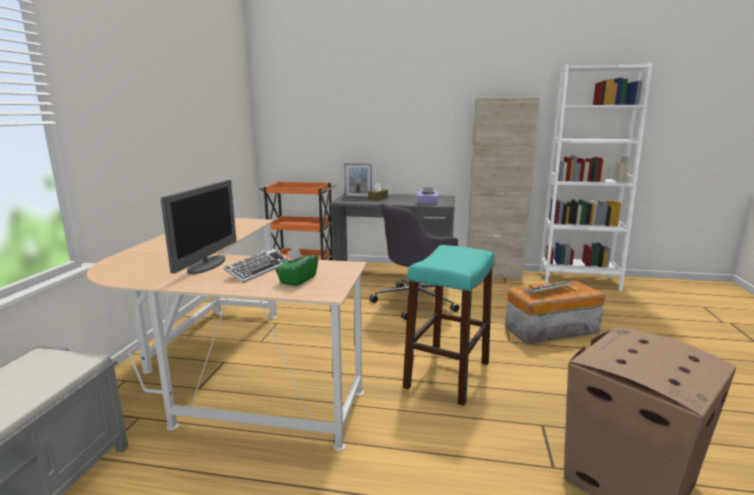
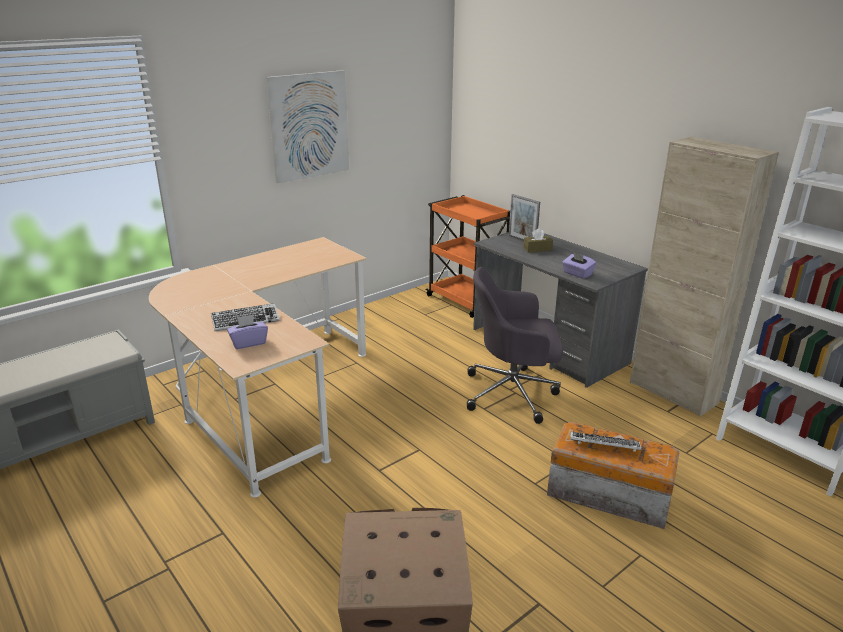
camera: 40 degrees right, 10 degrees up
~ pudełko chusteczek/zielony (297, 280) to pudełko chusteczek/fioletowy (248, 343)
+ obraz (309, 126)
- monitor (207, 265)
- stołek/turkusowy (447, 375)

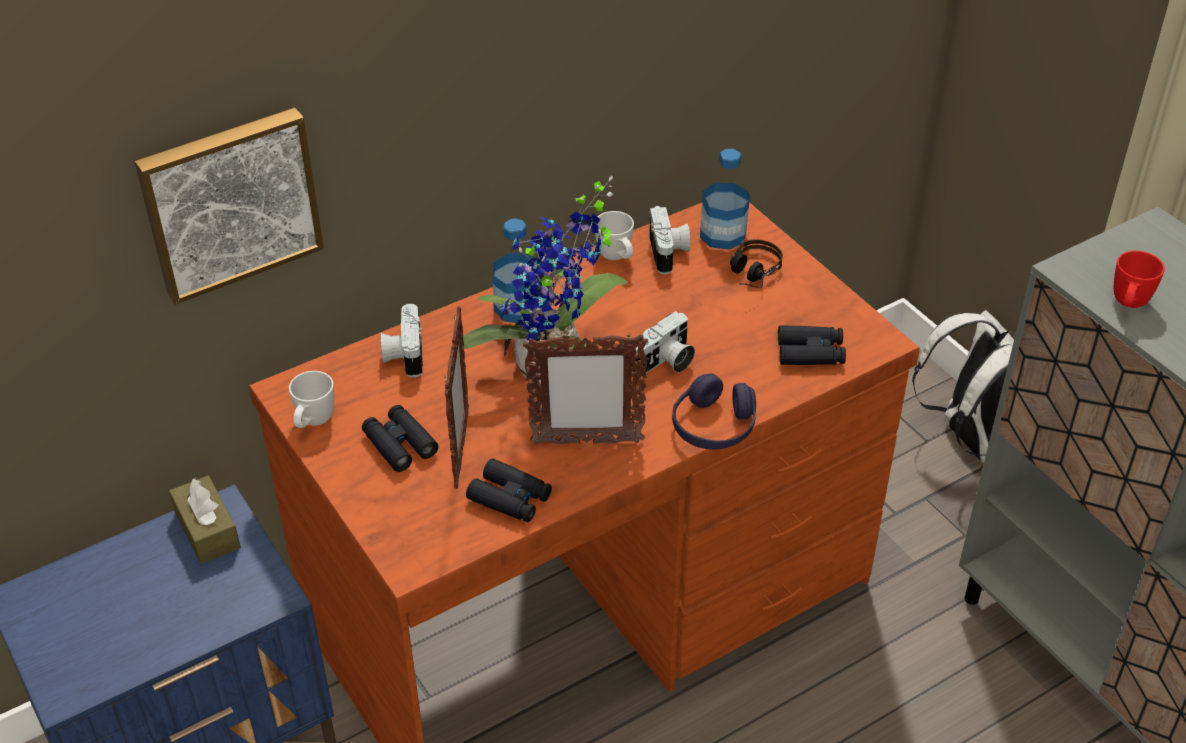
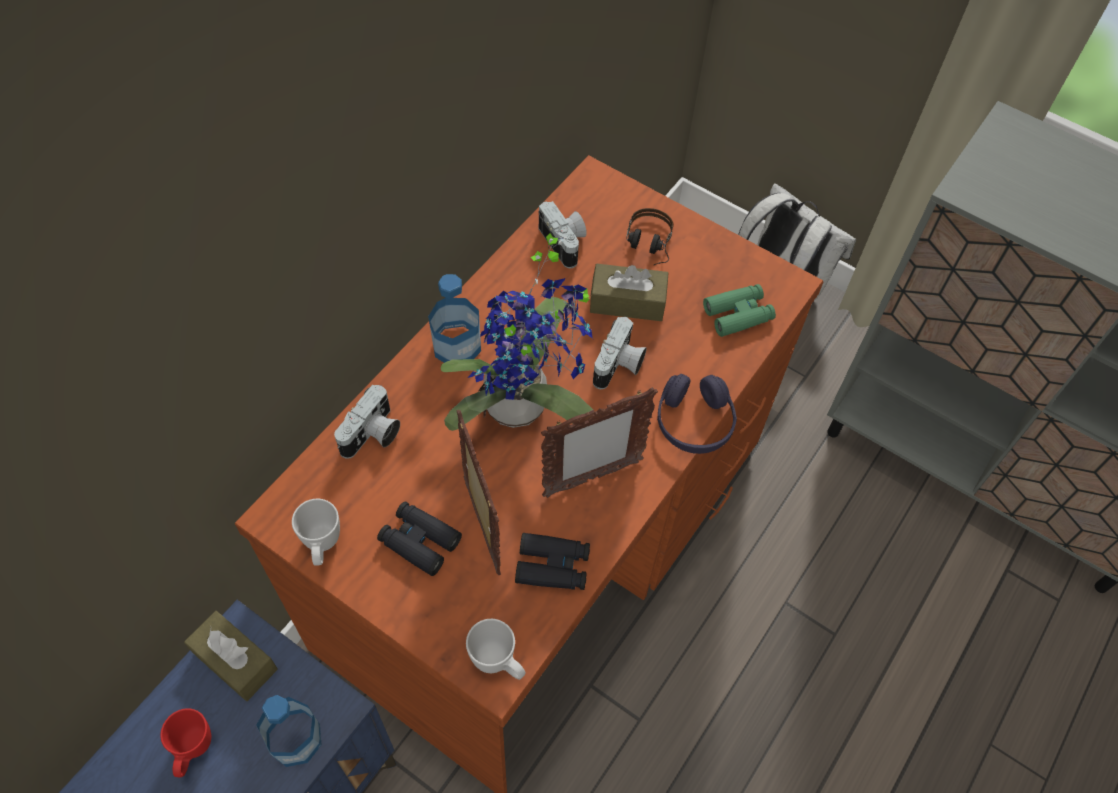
camera: 25 degrees left, 15 degrees up
~ kubek/czerwony (1128, 305) to (193, 751)
~ butelka (723, 234) to (295, 739)
~ aparat fotograficzny (403, 354) = (372, 435) 120 degrees counterclockwise
~ kubek/biały (617, 258) to (498, 663)
+ pudełko chusteczek/brązowy (627, 302)
~ lornetka/czarny (810, 352) to lornetka/zielony (738, 314)
- obraz (230, 202)

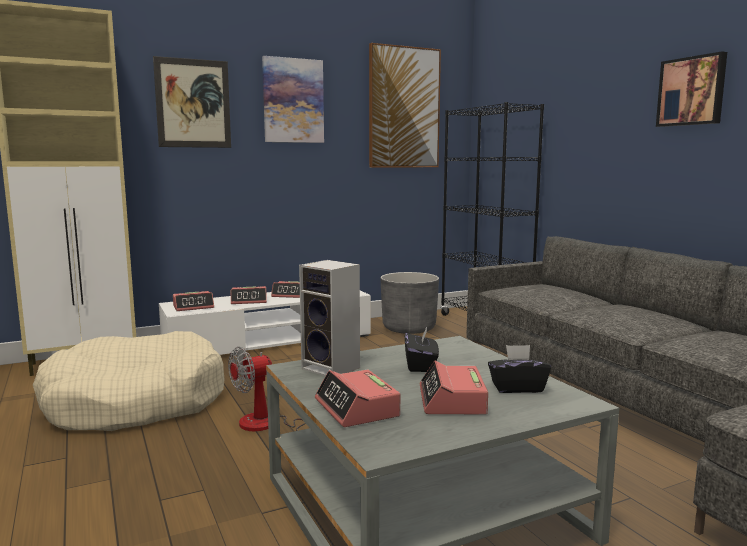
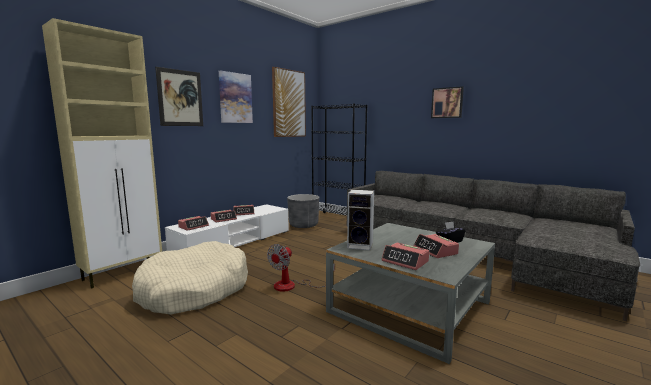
camera: 25 degrees left, 0 degrees up
- pudełko chusteczek/czarny (421, 365)

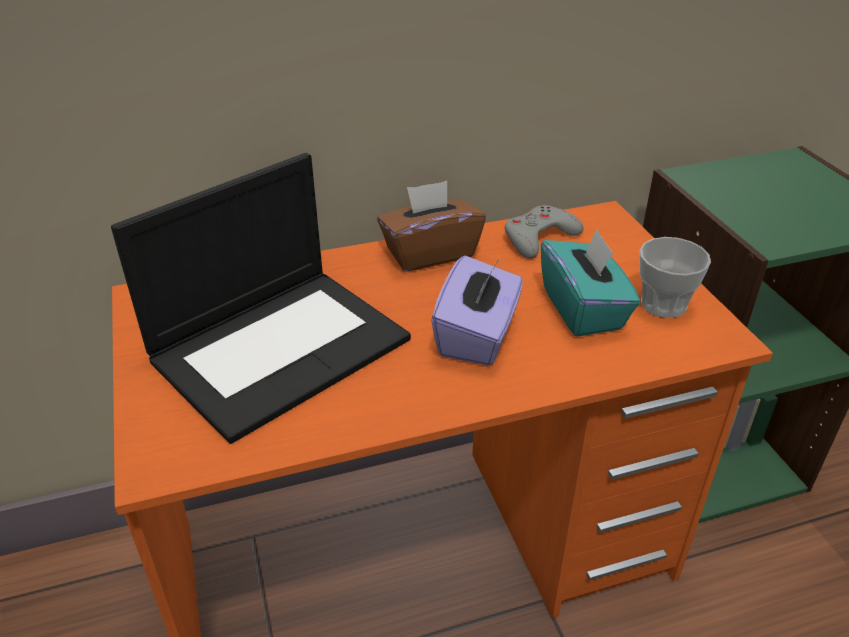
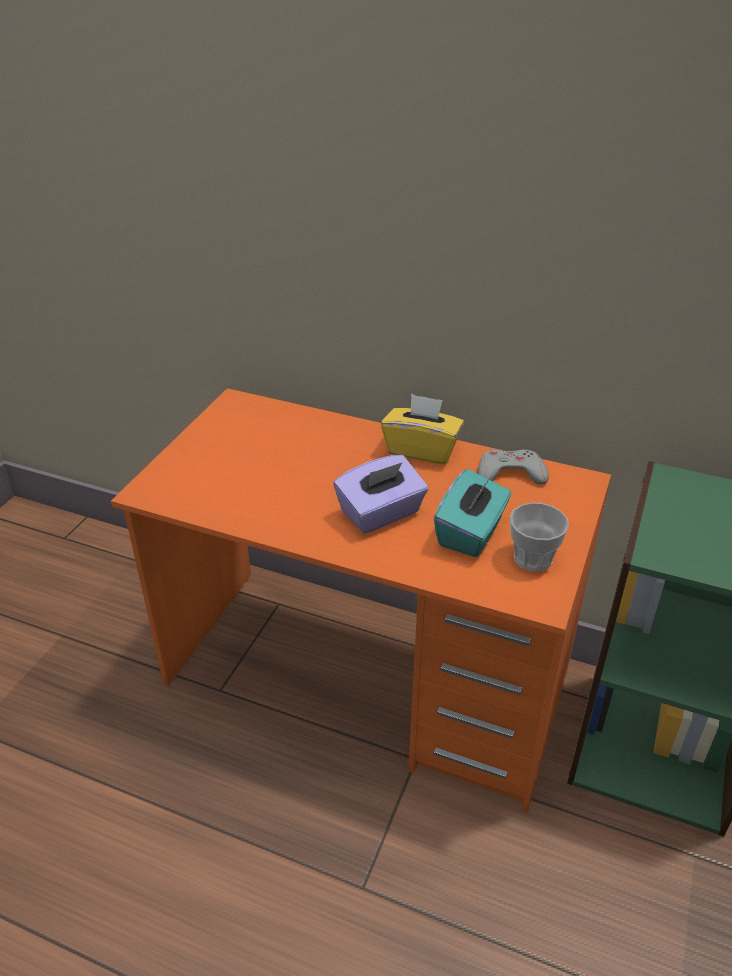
camera: 40 degrees right, 0 degrees up
~ pudełko chusteczek/brązowy (430, 253) to pudełko chusteczek/żółty (422, 450)
- laptop (281, 347)

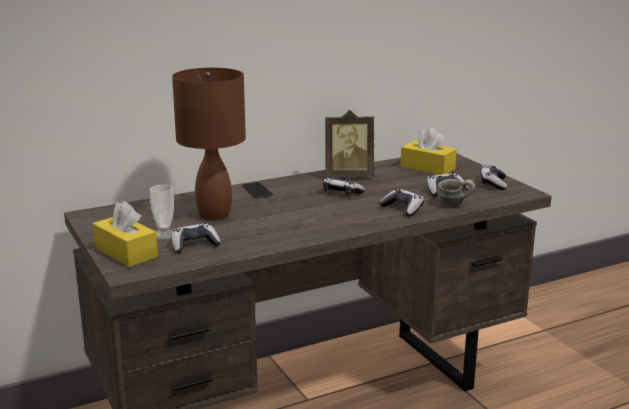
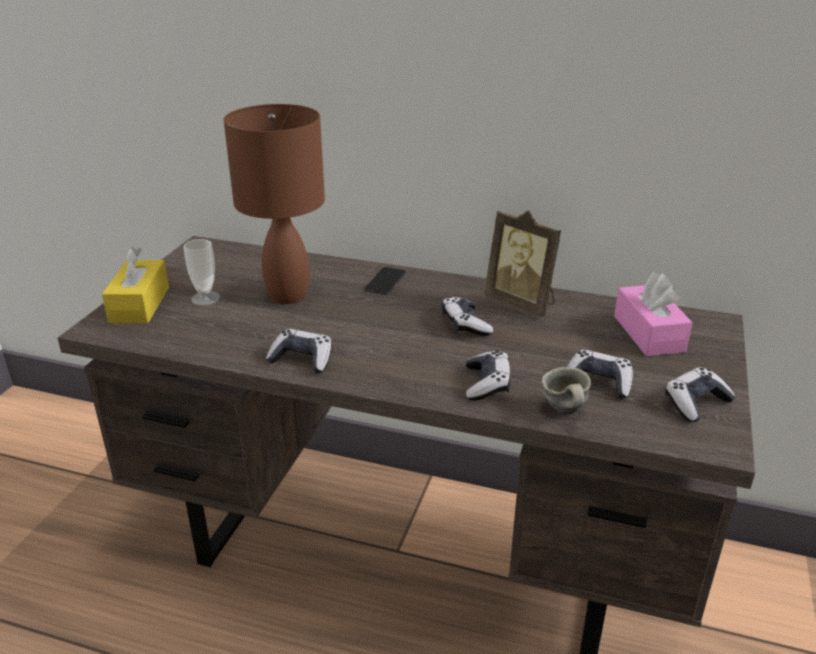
camera: 45 degrees right, 10 degrees up
~ pad do gier (194, 245) to (302, 359)
~ pudełko chusteczek/żółty (427, 168) to pudełko chusteczek/różowy (648, 334)

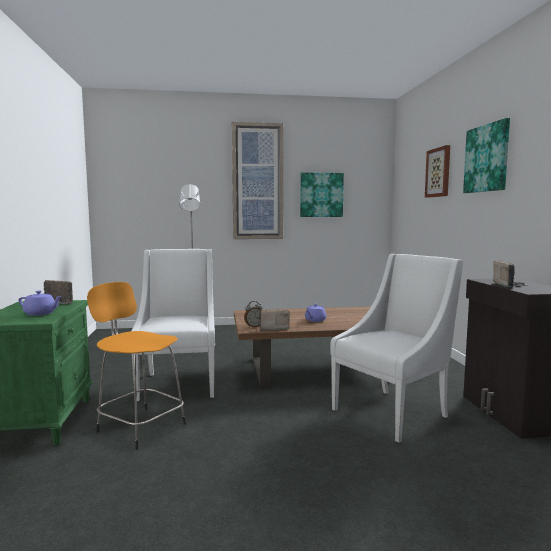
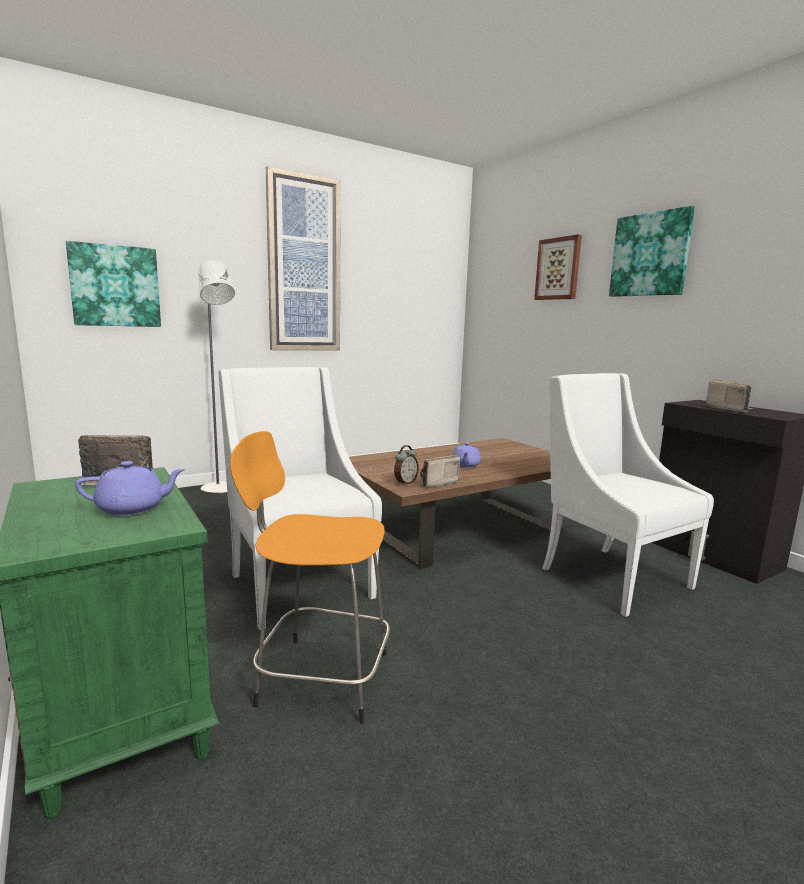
camera: 25 degrees left, 5 degrees up
~ obraz (321, 195) to (115, 286)
~ fotel/biały (392, 412) = (610, 576) 60 degrees counterclockwise

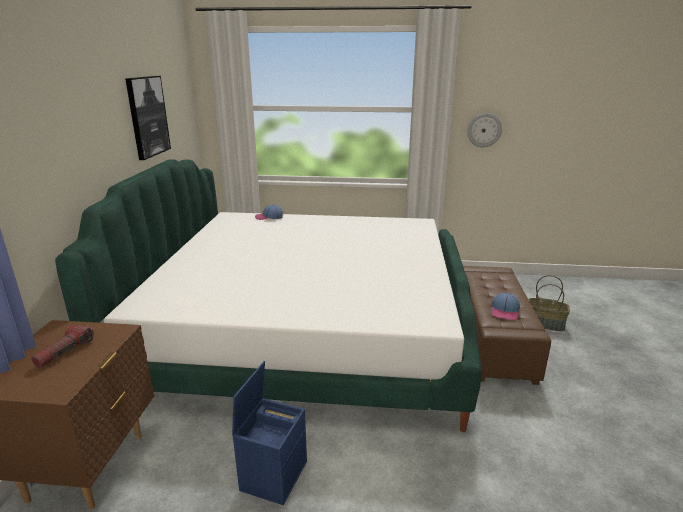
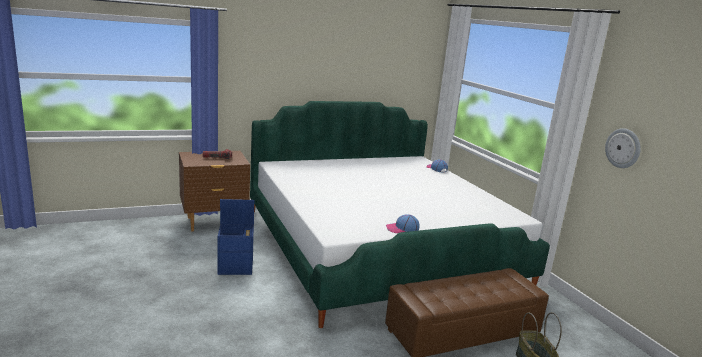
camera: 60 degrees right, 5 degrees down
~ czapka z daszkiem (505, 311) to (402, 229)
- obraz (147, 116)

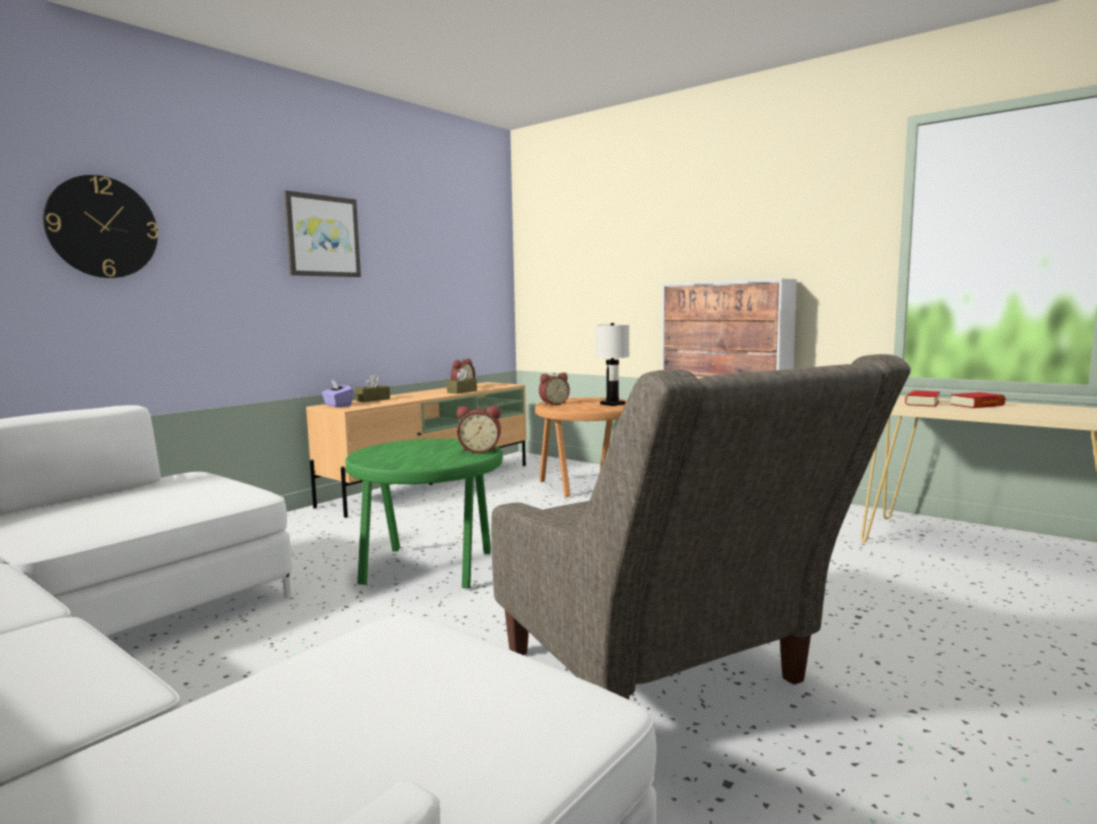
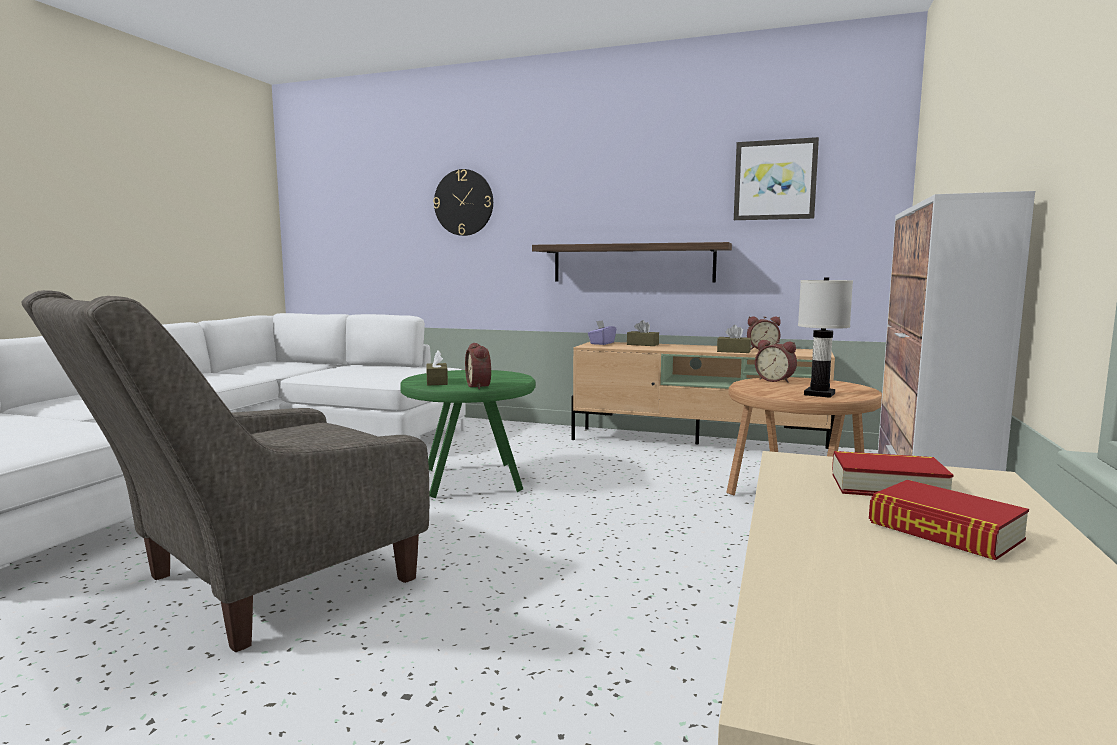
camera: 70 degrees right, 0 degrees up
+ pudełko chusteczek/brązowy (437, 382)
+ półka (632, 263)
~ obraz (322, 236) to (775, 180)

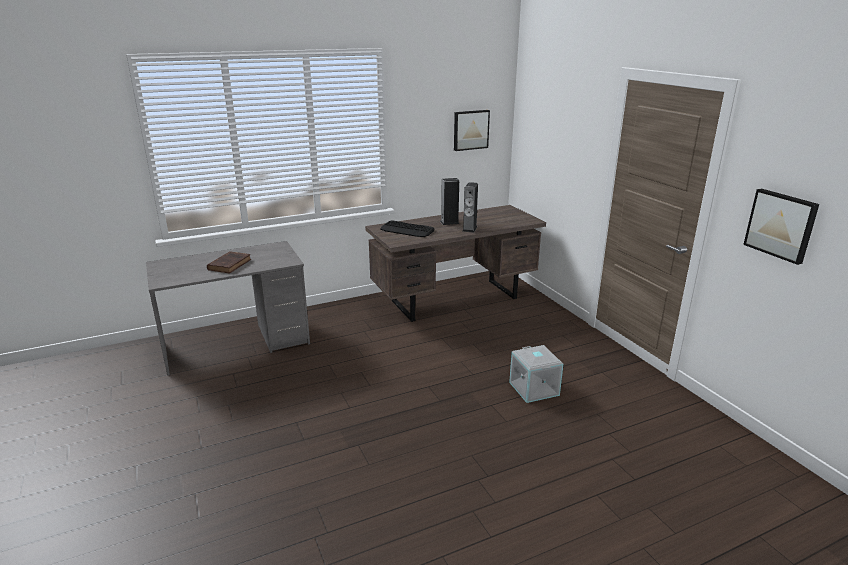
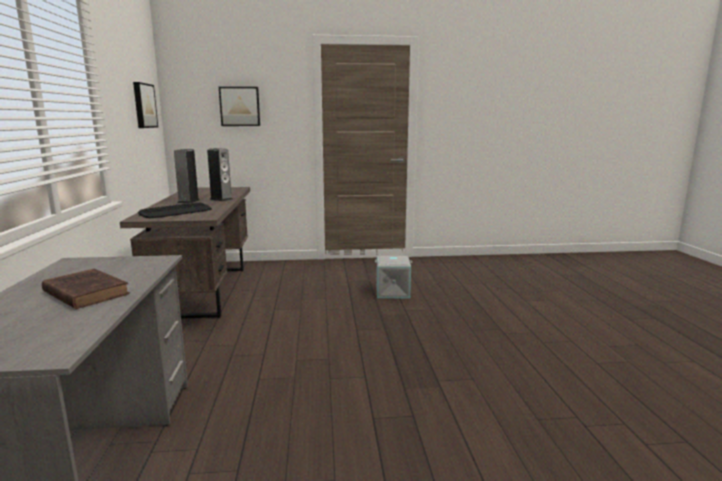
camera: 70 degrees left, 10 degrees down
~ obraz (781, 225) to (240, 106)

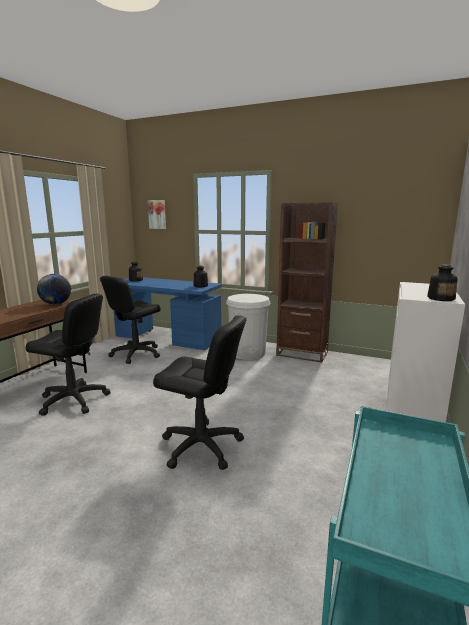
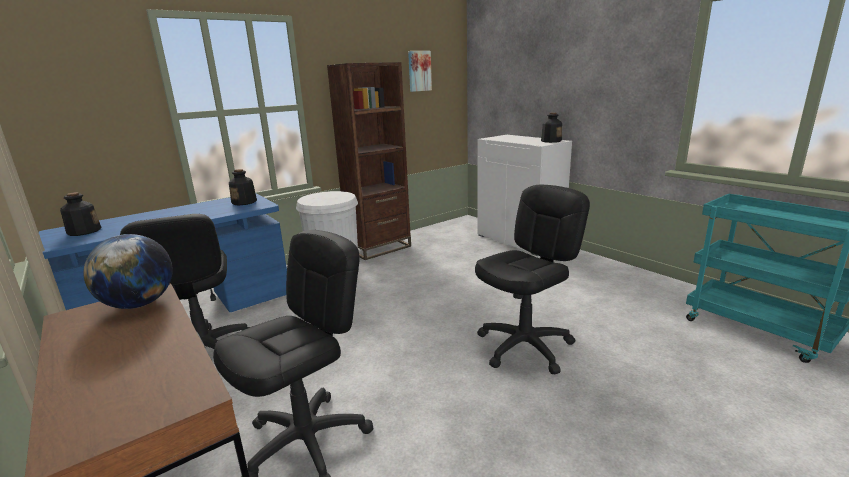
camera: 60 degrees left, 5 degrees up
~ obraz (157, 214) to (419, 71)

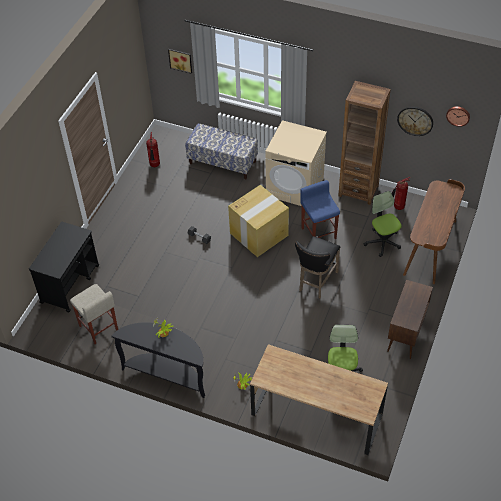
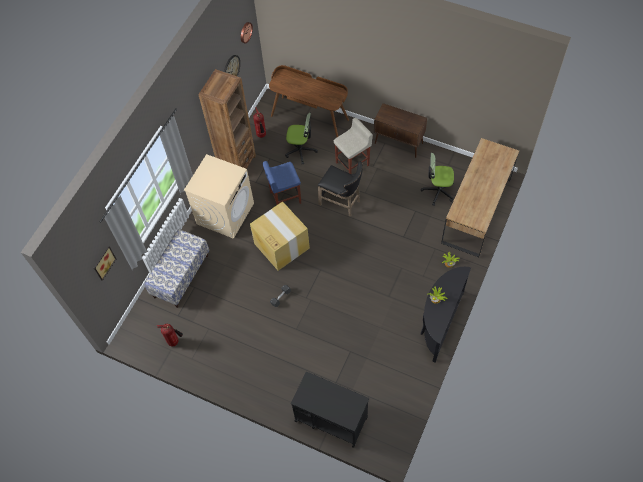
camera: 85 degrees left, 10 degrees up
~ krzesło biurowe (382, 242) = (300, 150) 150 degrees counterclockwise
~ stołek/beżowy (98, 328) to (353, 163)

